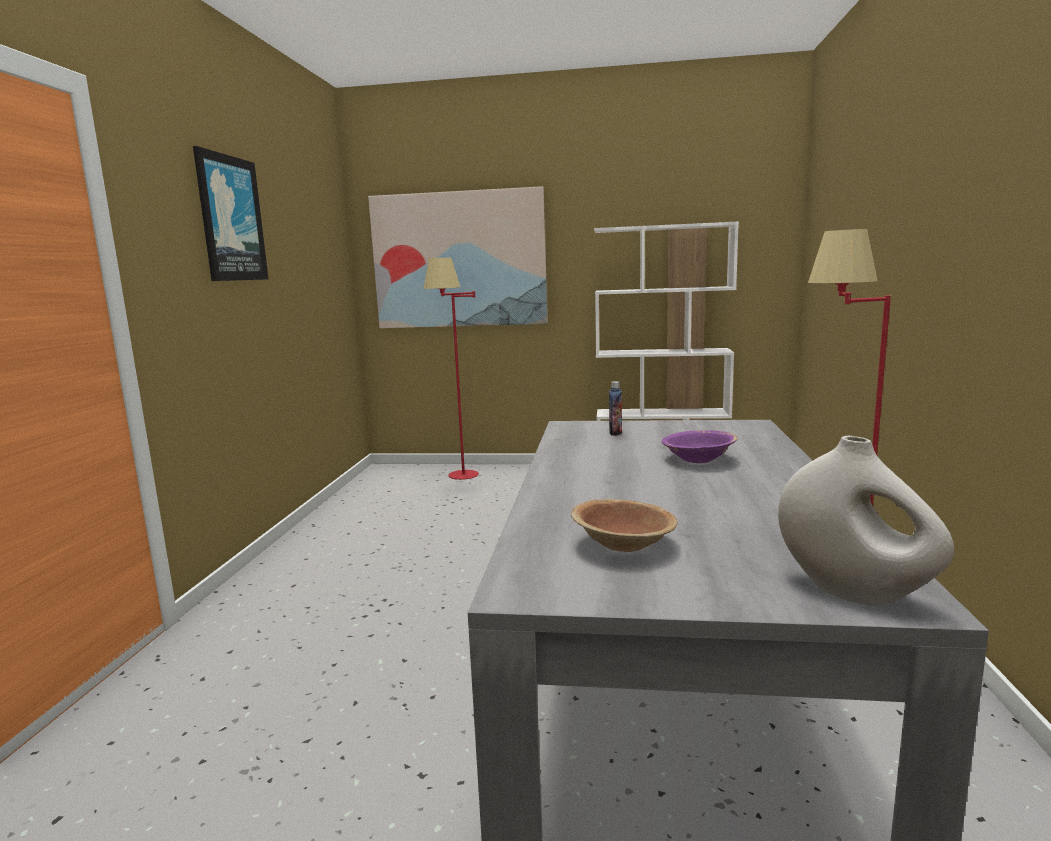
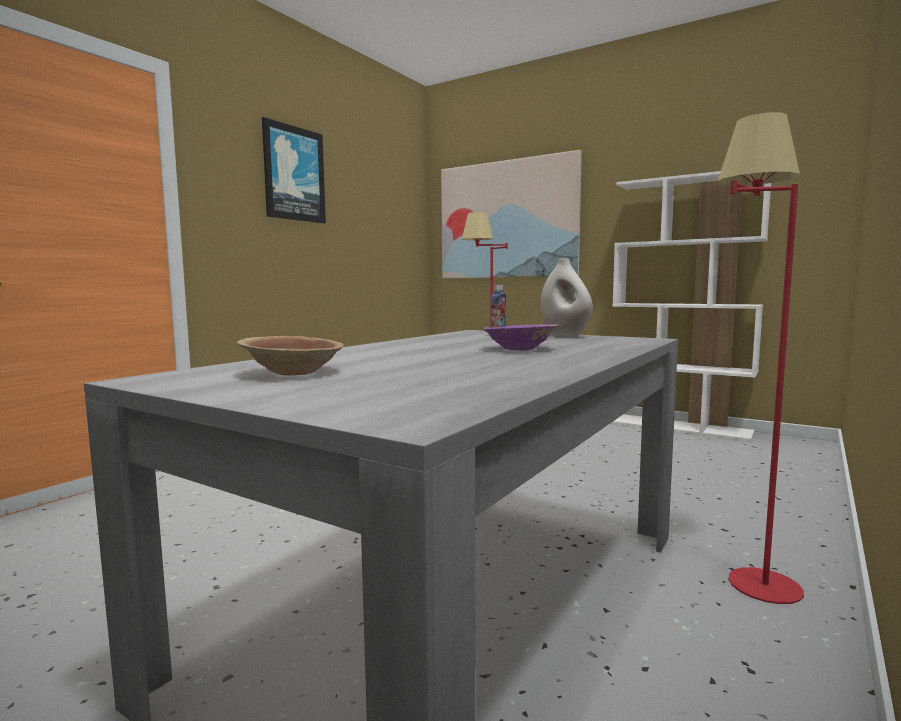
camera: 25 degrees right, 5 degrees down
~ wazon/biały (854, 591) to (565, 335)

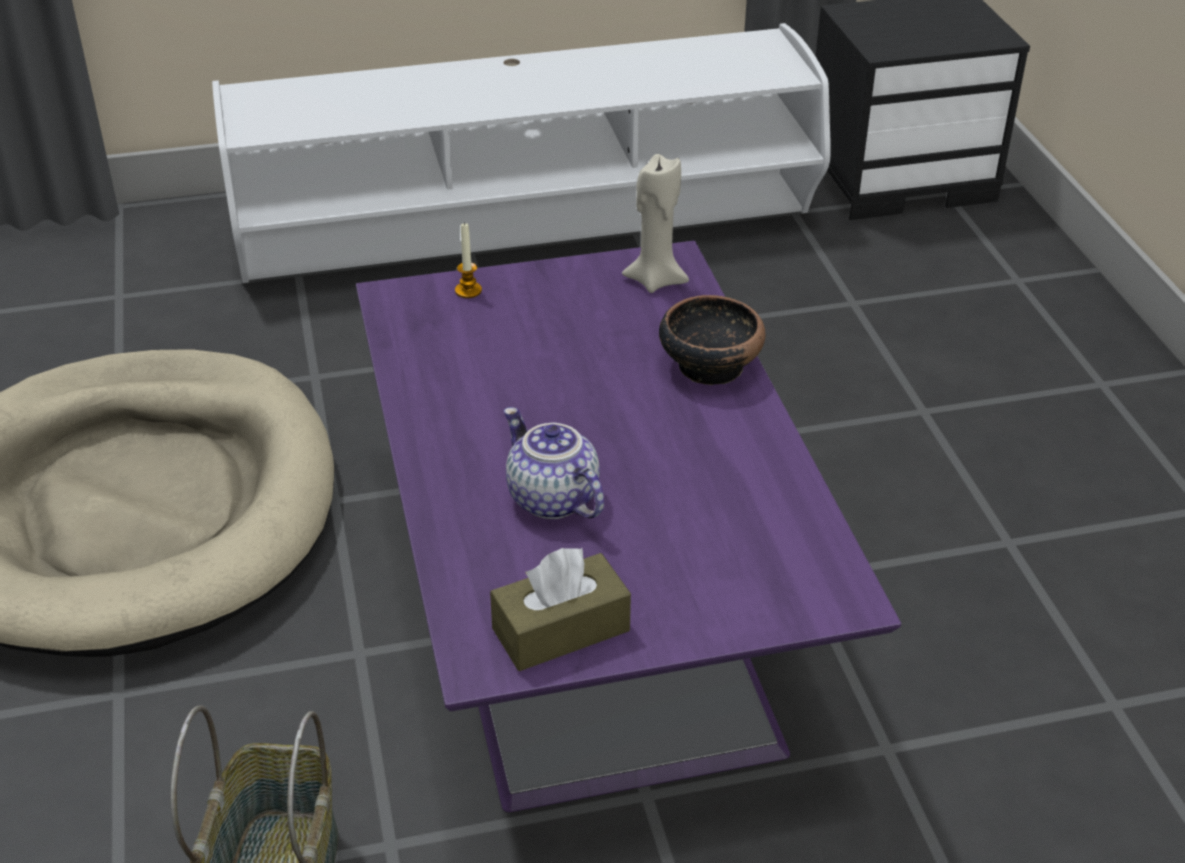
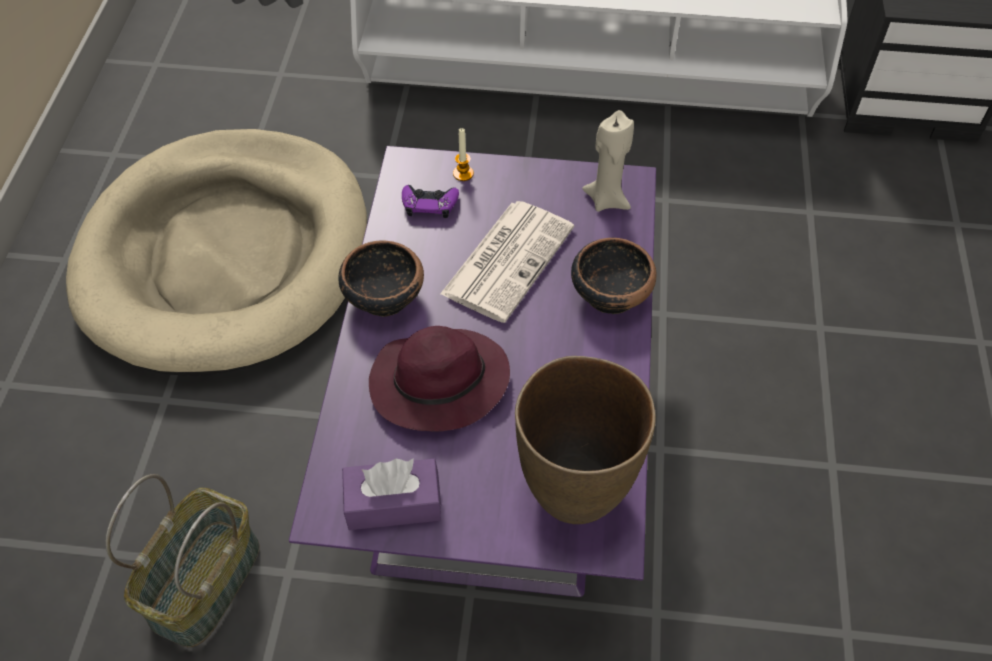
camera: 20 degrees right, 15 degrees up
+ miska (383, 296)
~ pudełko chusteczek/brązowy (561, 630) to pudełko chusteczek/fioletowy (393, 503)
~ imbryk (550, 499) to kapelusz/fioletowy (437, 384)
+ pad do gier/fioletowy (429, 204)
+ gazeta (508, 259)
+ wazon/brązowy (574, 488)

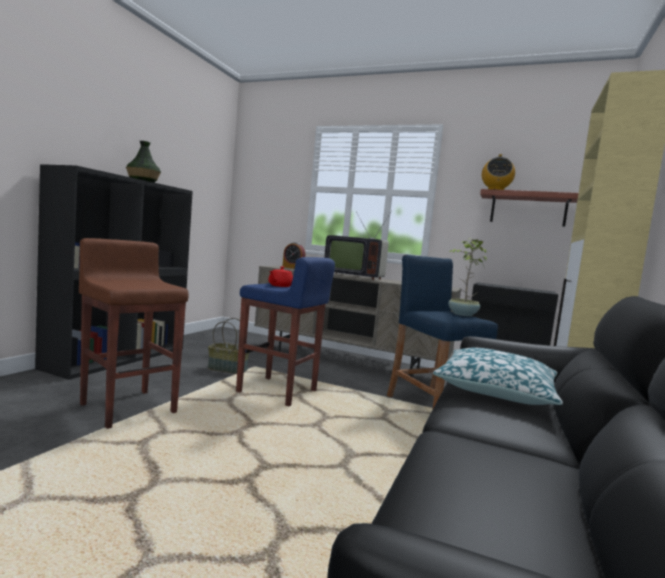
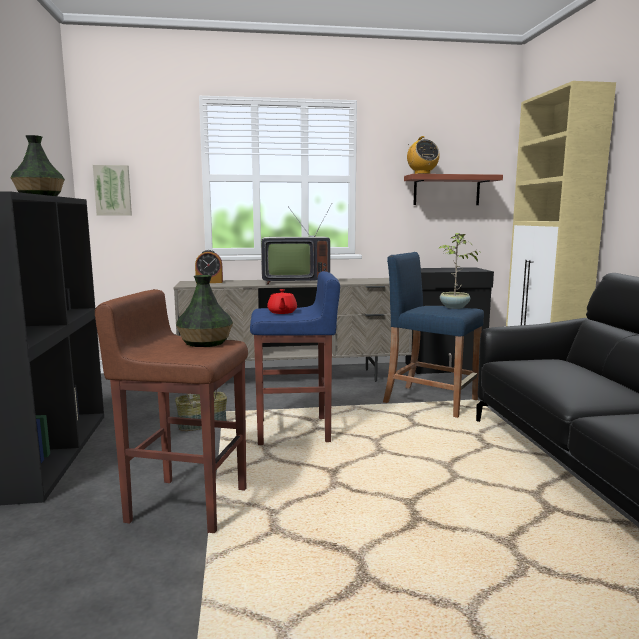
camera: 30 degrees left, 5 degrees up
+ obraz (113, 190)
+ wazon (205, 342)
- poduszka (496, 390)

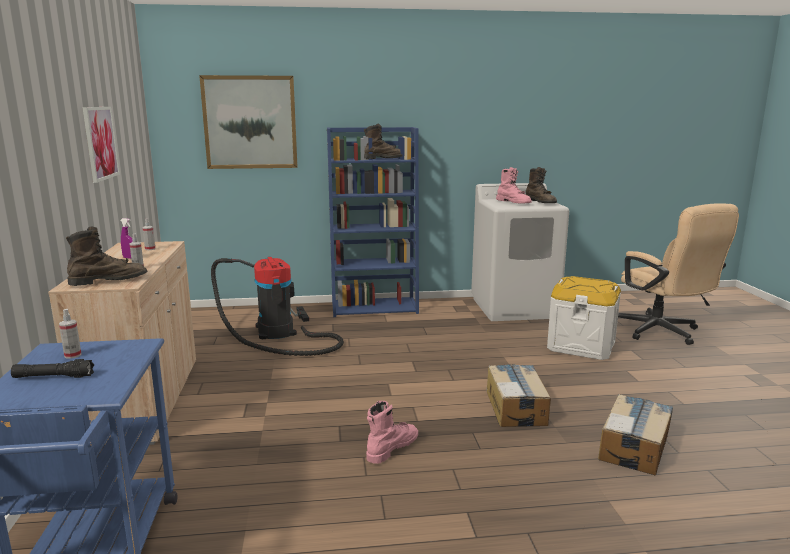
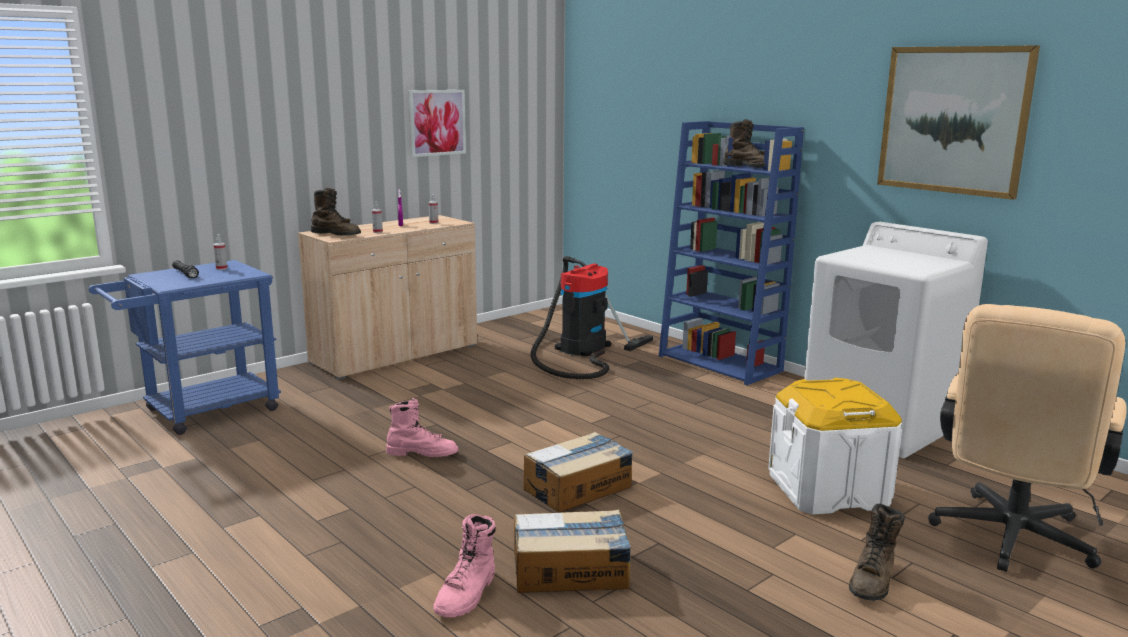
camera: 55 degrees right, 0 degrees up
~ but z cholewką/różowy (514, 202) to (467, 595)
~ but z cholewką/brązowy (540, 202) to (873, 581)
~ obraz (250, 122) to (953, 120)

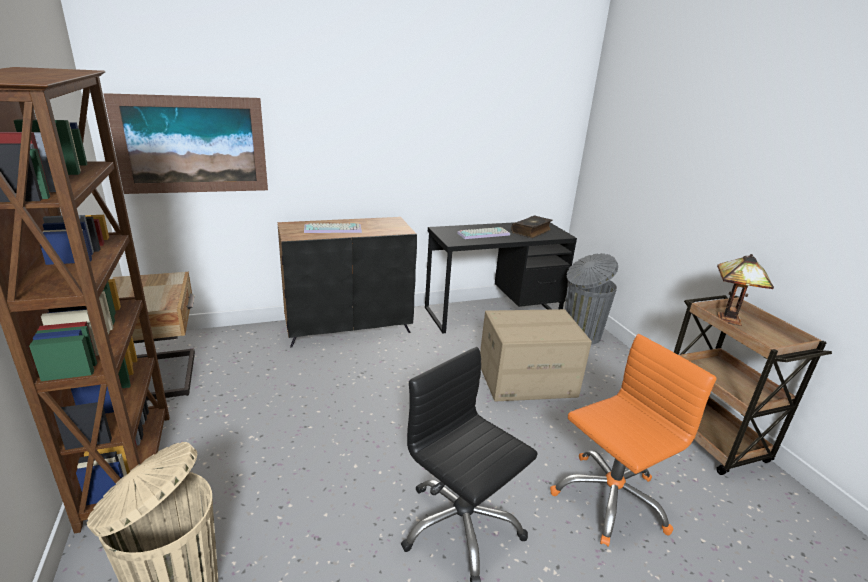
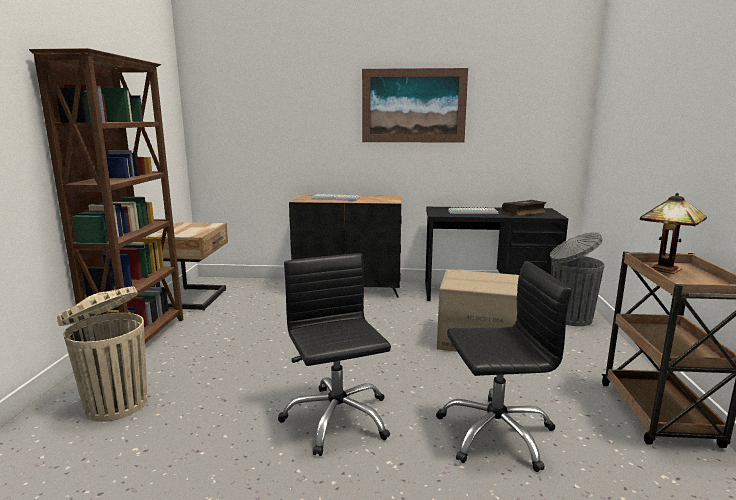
camera: 25 degrees right, 10 degrees down
~ obraz (192, 145) to (413, 106)
~ krzesło biurowe/pomarańczowy (609, 498) to krzesło biurowe/czarny (495, 433)

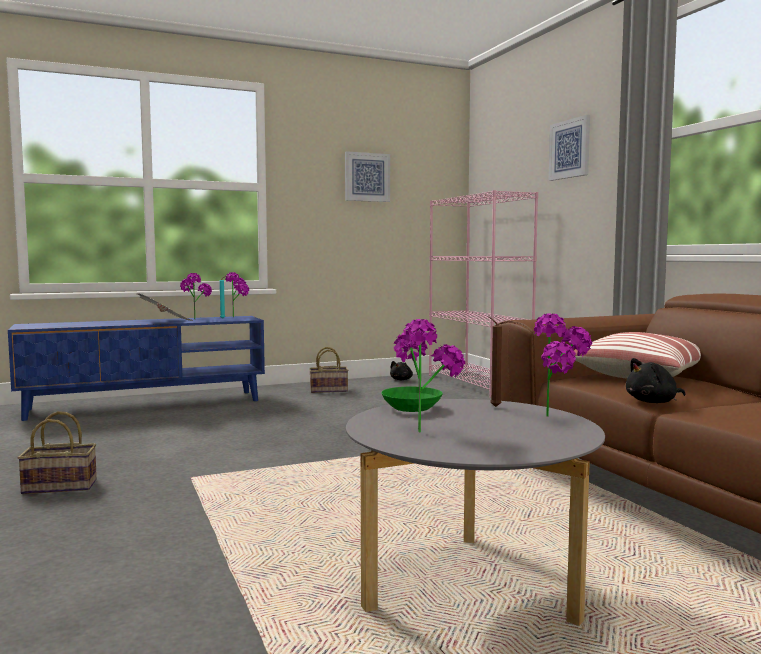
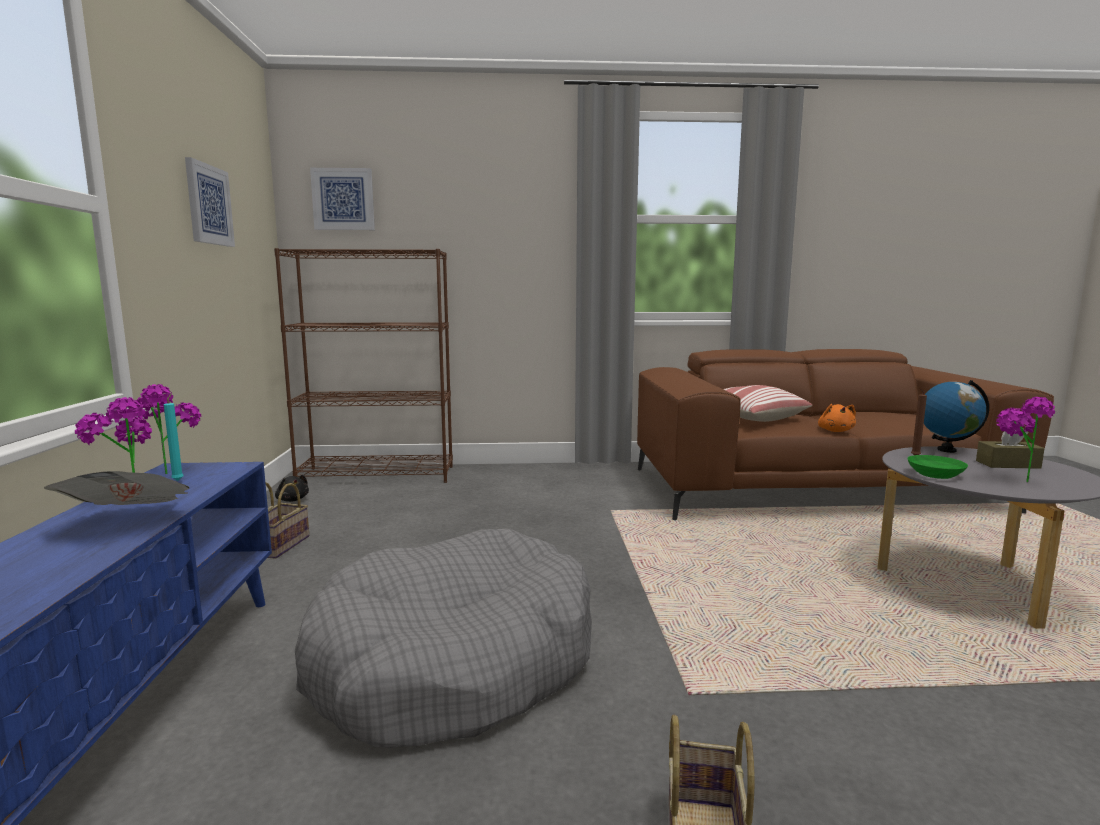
camera: 70 degrees left, 5 degrees up
~ regał/różowy (478, 384) to regał/brązowy (378, 475)
+ legowisko/szary (454, 662)
~ obraz (570, 149) to (343, 199)
~ pluszak/czarny (653, 402) to pluszak/pomarańczowy (835, 431)
~ roślina doniczkowa (560, 418) to globus (946, 450)
+ pudełko chusteczek/brązowy (1007, 464)

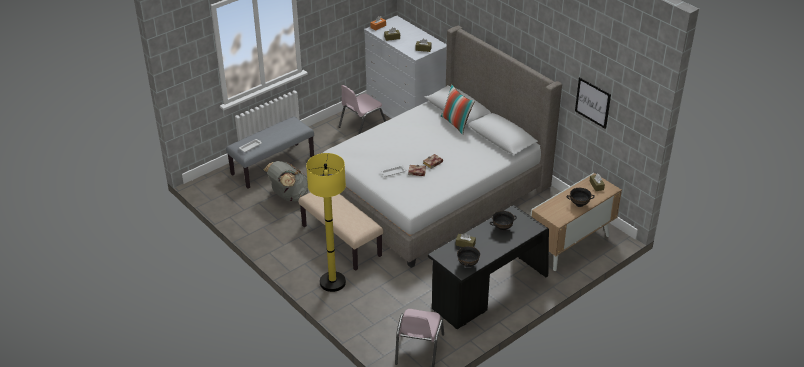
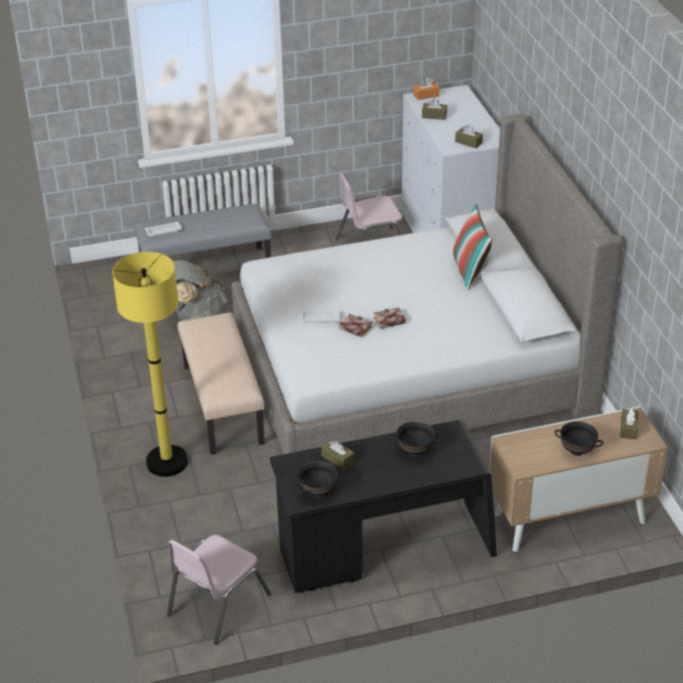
camera: 25 degrees right, 0 degrees up
- obraz (593, 102)

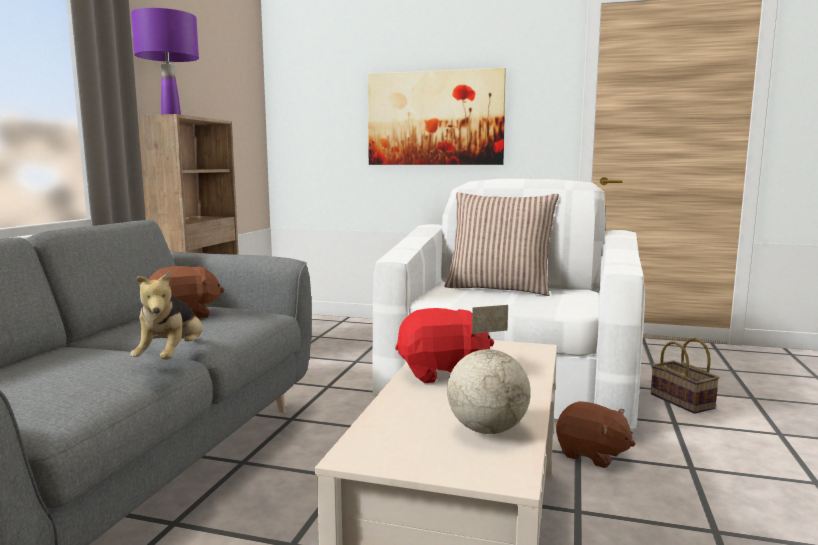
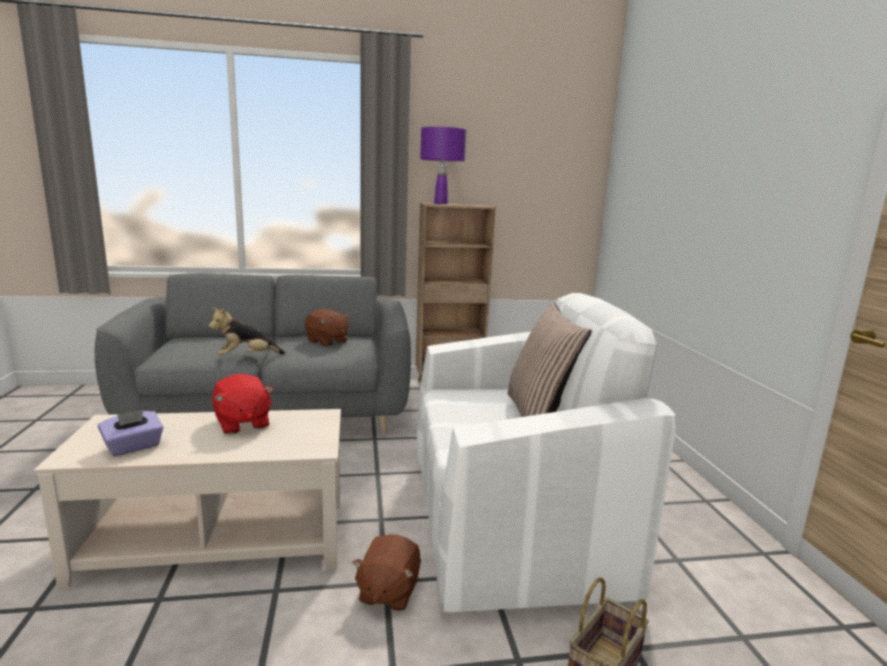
camera: 65 degrees right, 5 degrees up
~ globus (486, 429) to pudełko chusteczek/fioletowy (133, 447)
- obraz (435, 118)

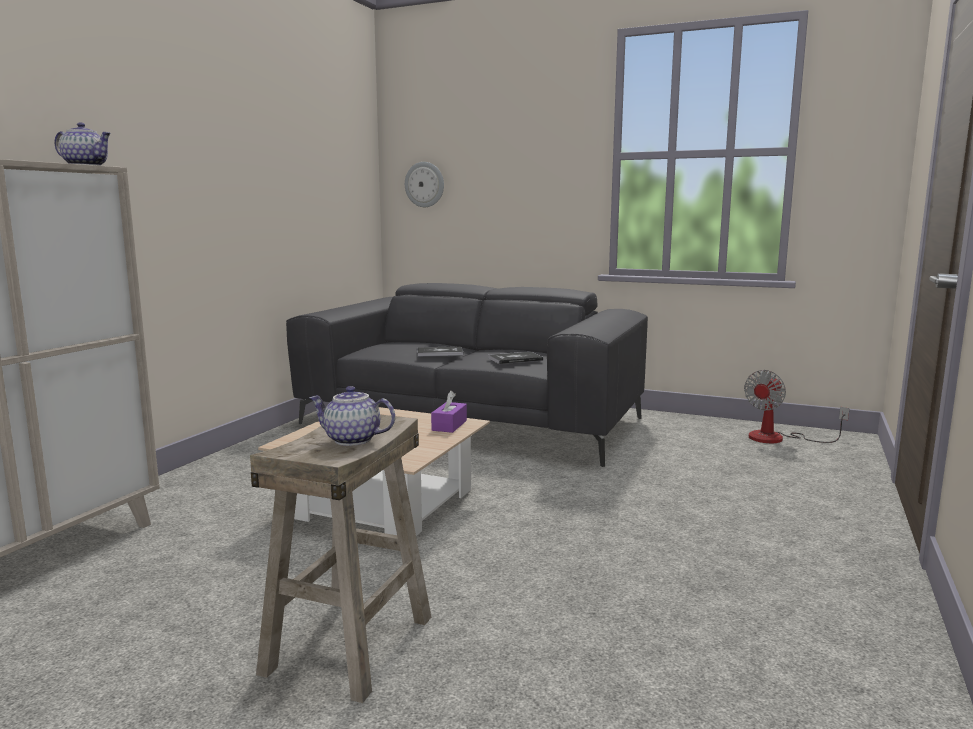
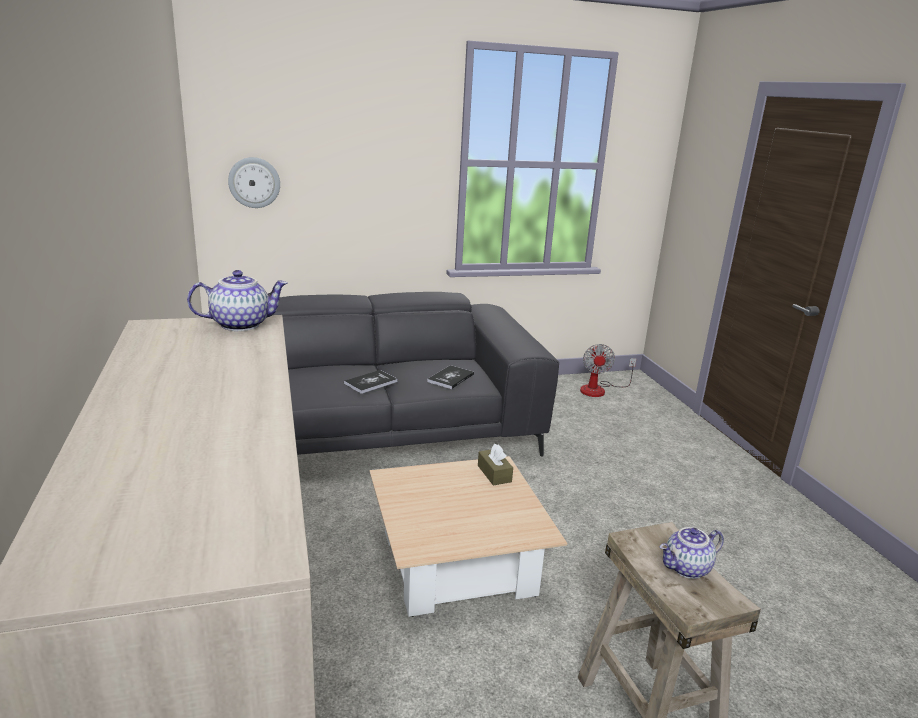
camera: 40 degrees left, 10 degrees up
~ pudełko chusteczek/fioletowy (449, 425) to pudełko chusteczek/brązowy (494, 473)

